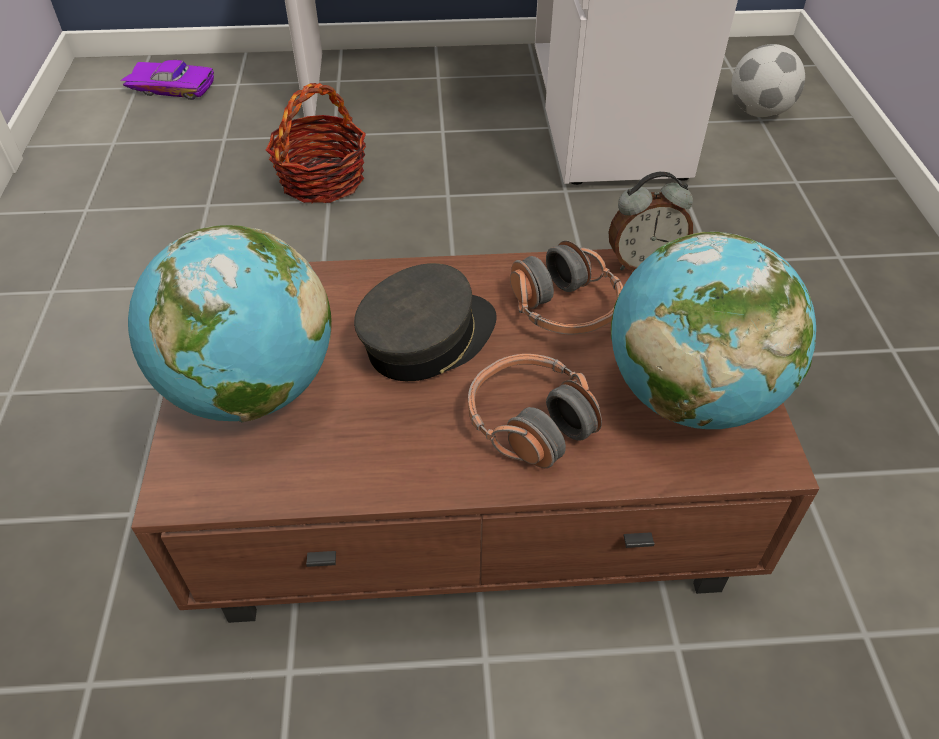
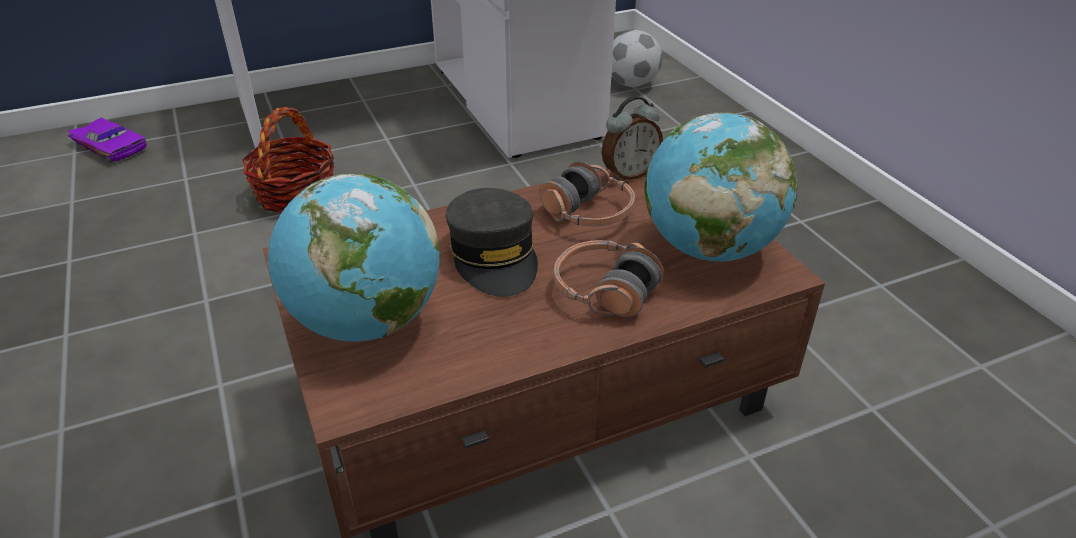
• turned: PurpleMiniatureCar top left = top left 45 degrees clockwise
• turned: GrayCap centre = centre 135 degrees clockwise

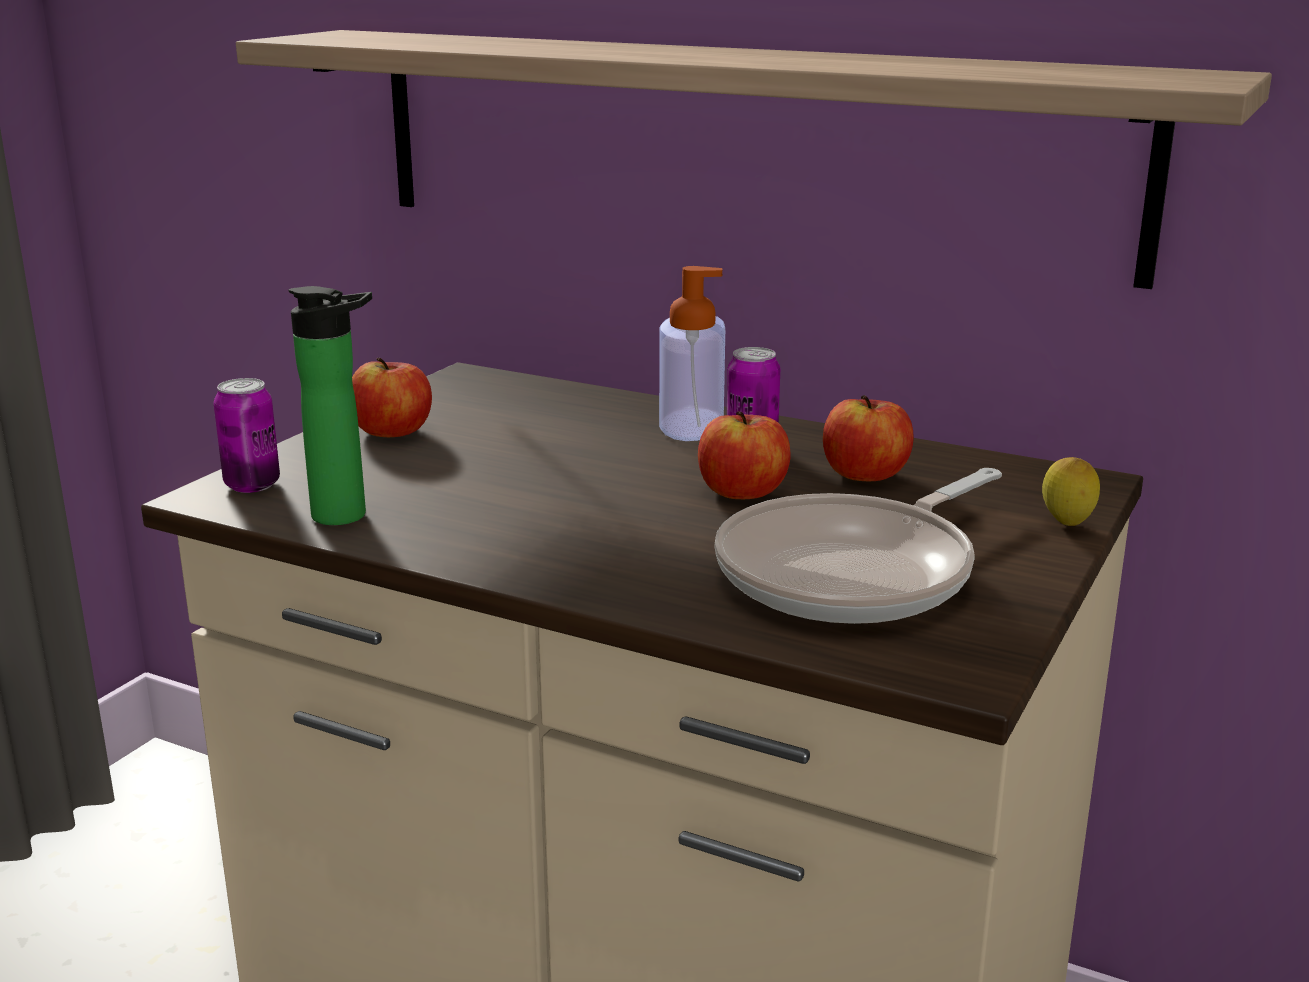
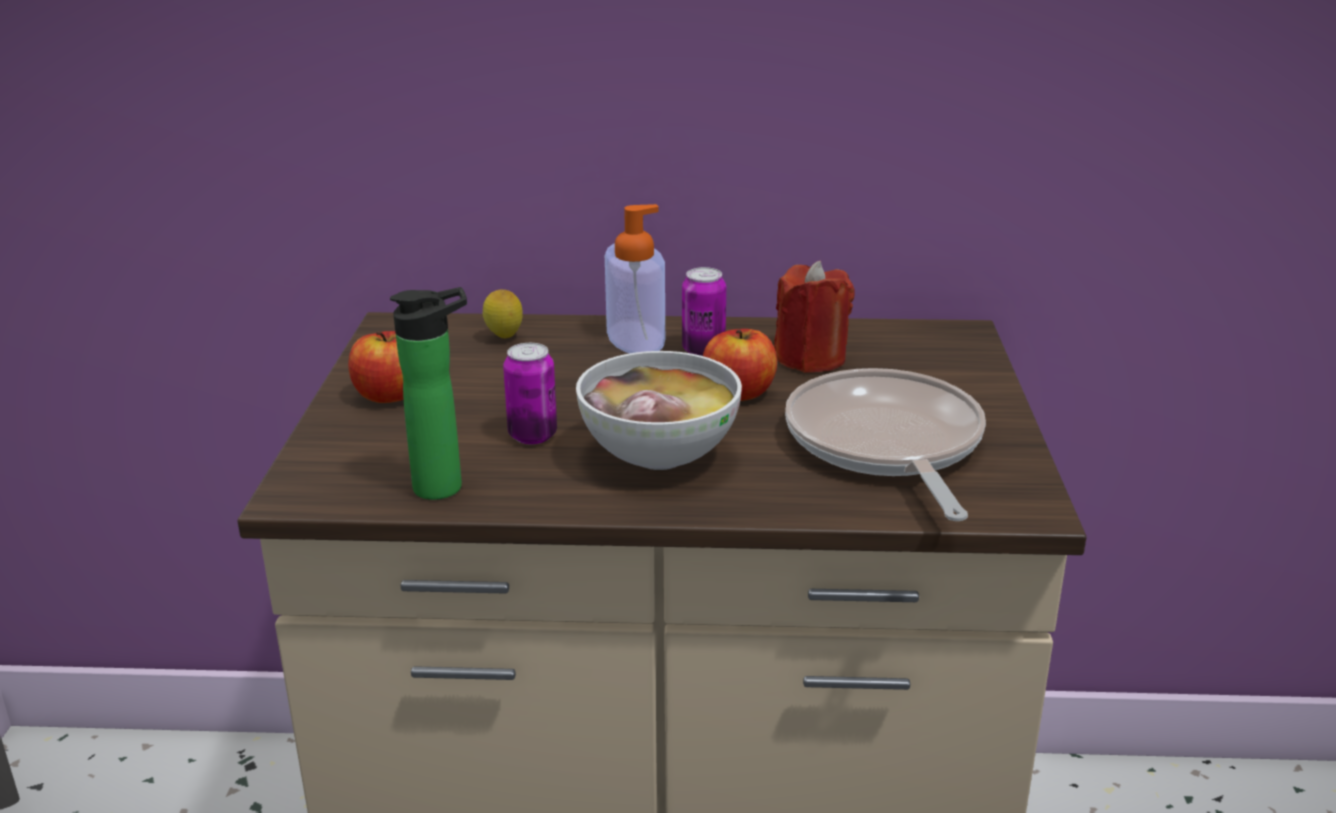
• removed: Shelf top centre
• moved: MetalCan (1st from left) middle left to centre
• replaced: AppleFruit (3rd from left) centre to RedWaxCandle centre
• moved: WholeLemon middle right to centre
• turned: FryingPan centre = centre 150 degrees clockwise
• added: ServingBowl centre

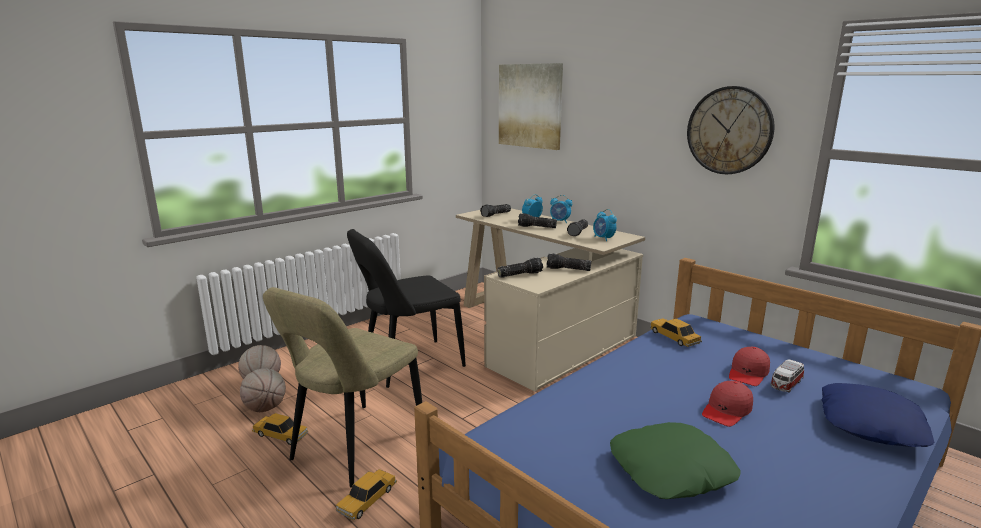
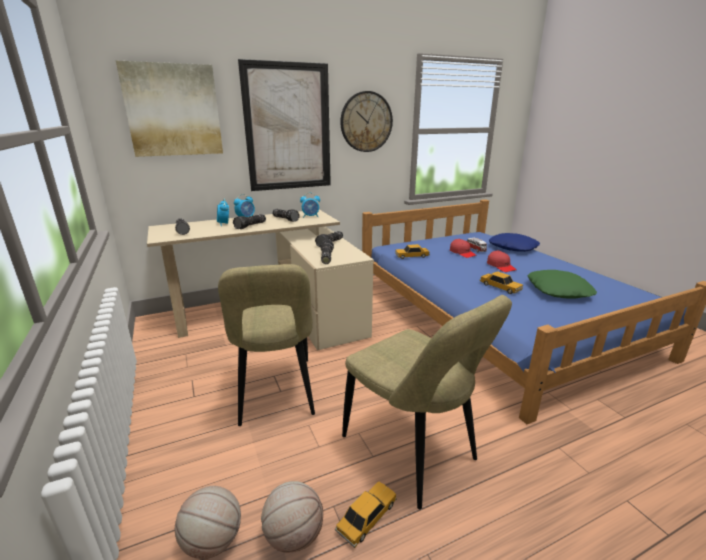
• recoloured: BlackColouredPlainChair centre to BeigeColouredPlainChair (1st from left) centre
• moved: MiniatureCar (2nd from left in the first image) bottom centre to MiniatureCar (4th from left) middle right
• added: WallPicture (2nd from left) top centre

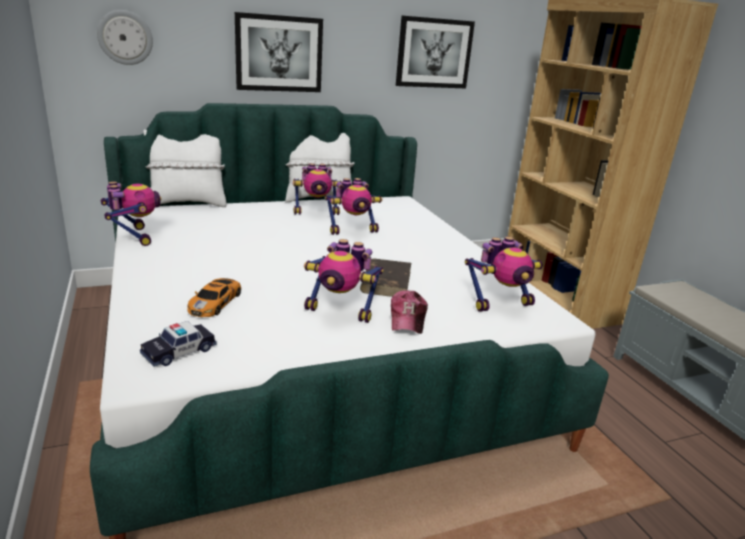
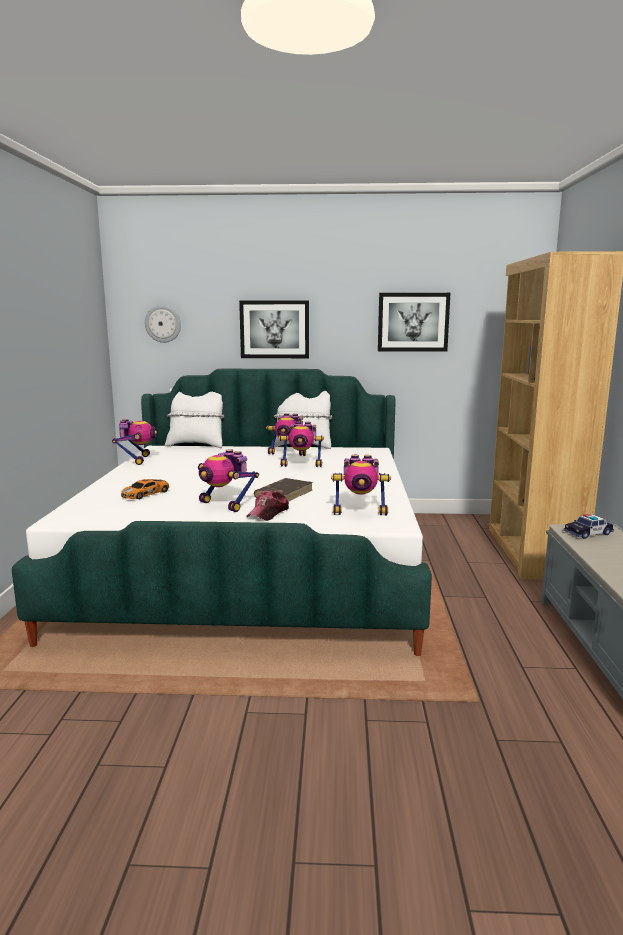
• moved: MiniatureCar (1st from left in the first image) middle left to MiniatureCar (2nd from left) middle right

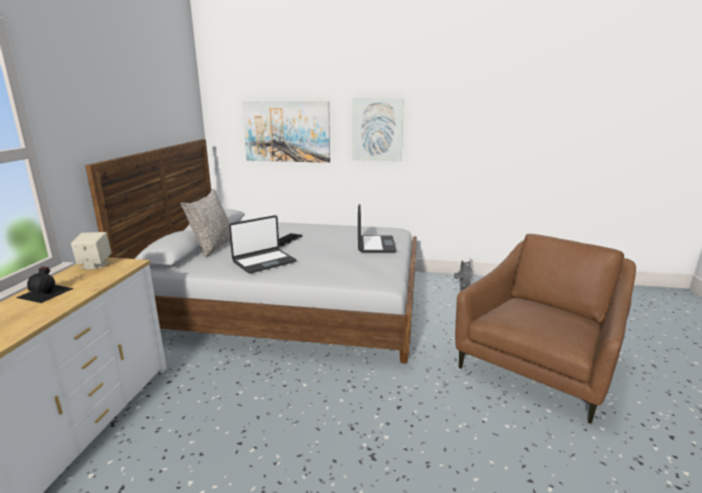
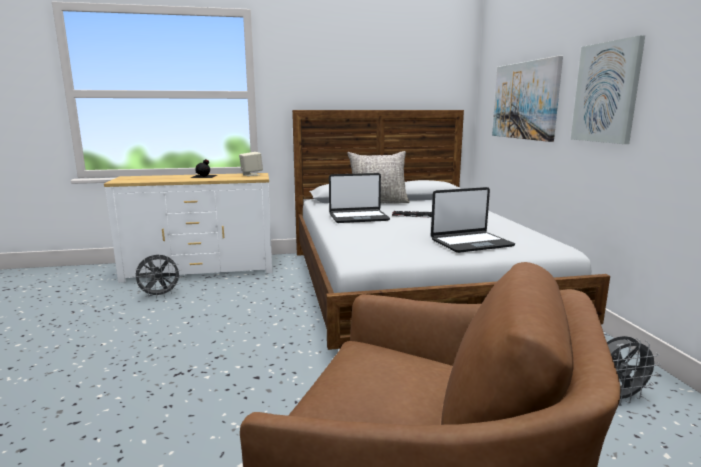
• turned: PortableComputer (1st from left) centre = centre 45 degrees counterclockwise
• added: GrayCoolingFan (1st from left) middle left

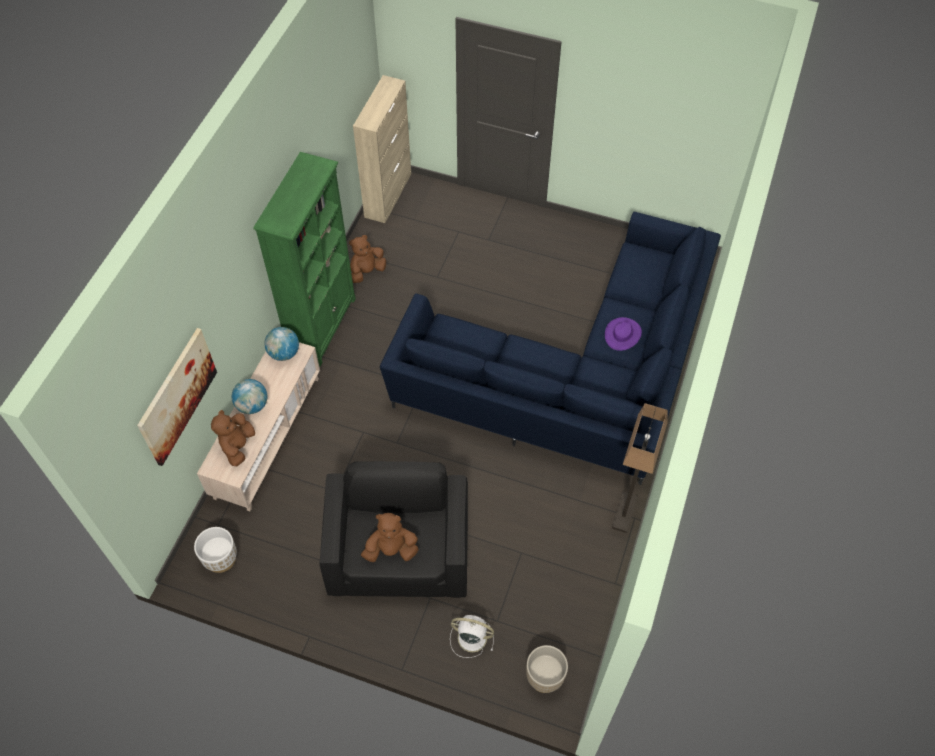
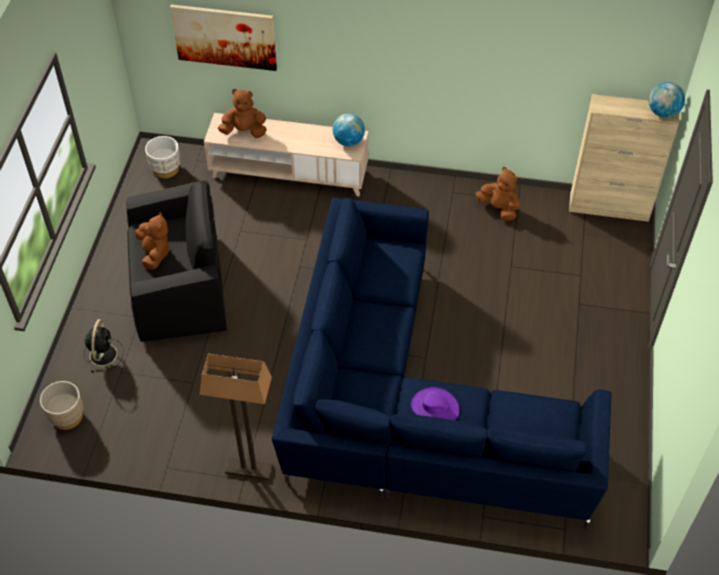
• removed: GreenishShelvingUnit middle left
• moved: WorldGlobe (1st from left in the first image) middle left to WorldGlobe (2nd from left) top right
• recoloured: WhiteColouredCoolingFan bottom centre to BlackColouredCoolingFan middle left

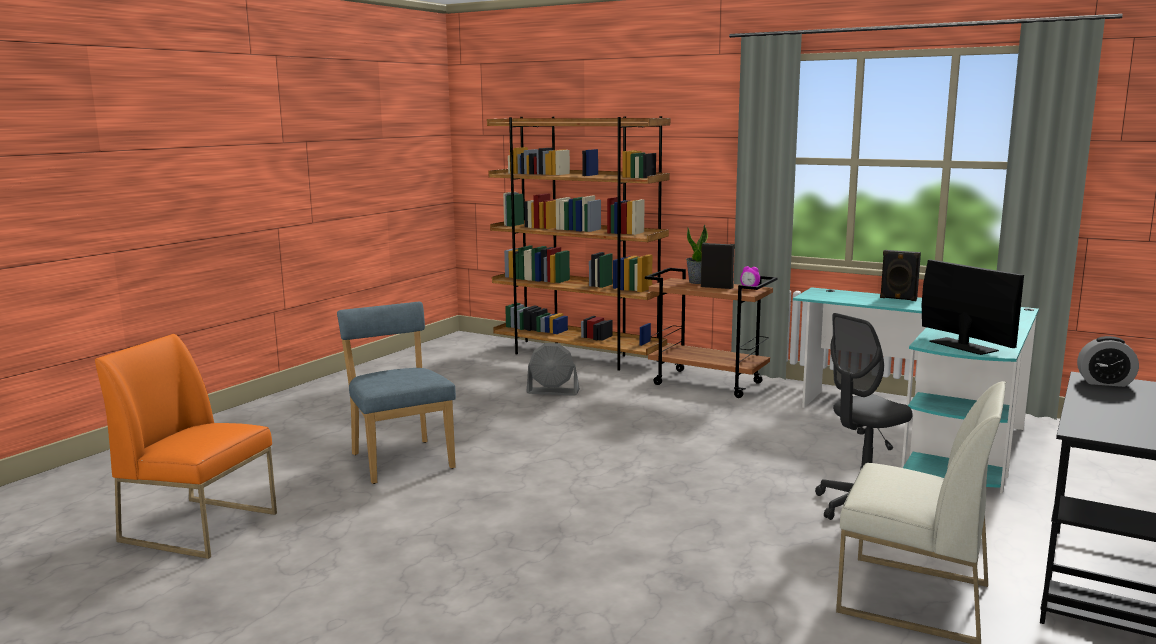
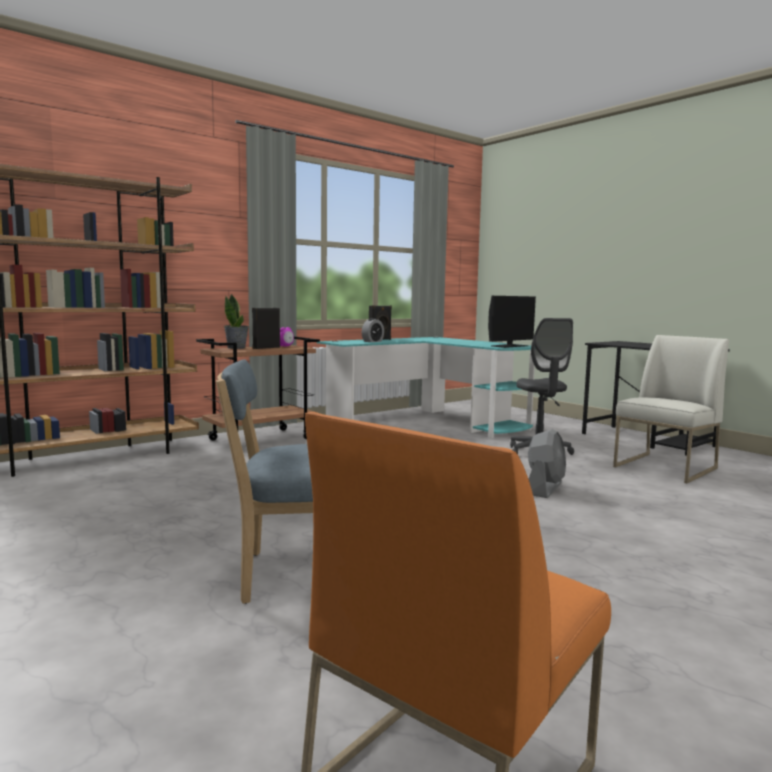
• turned: ComputerDisplay middle right = centre 150 degrees clockwise
• moved: AlarmClock (2nd from left) middle right to centre
• moved: GrayCoolingFan centre to middle right

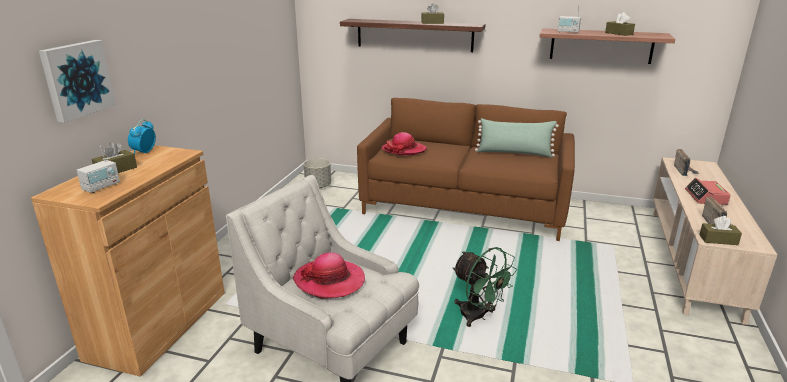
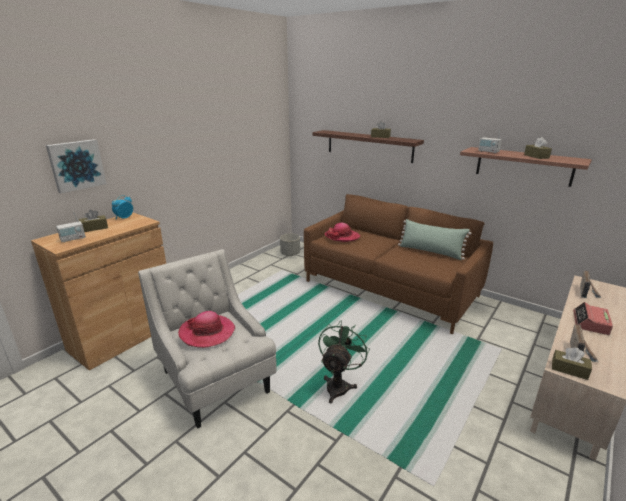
• turned: GreenishCoolingFan bottom centre = bottom centre 135 degrees counterclockwise

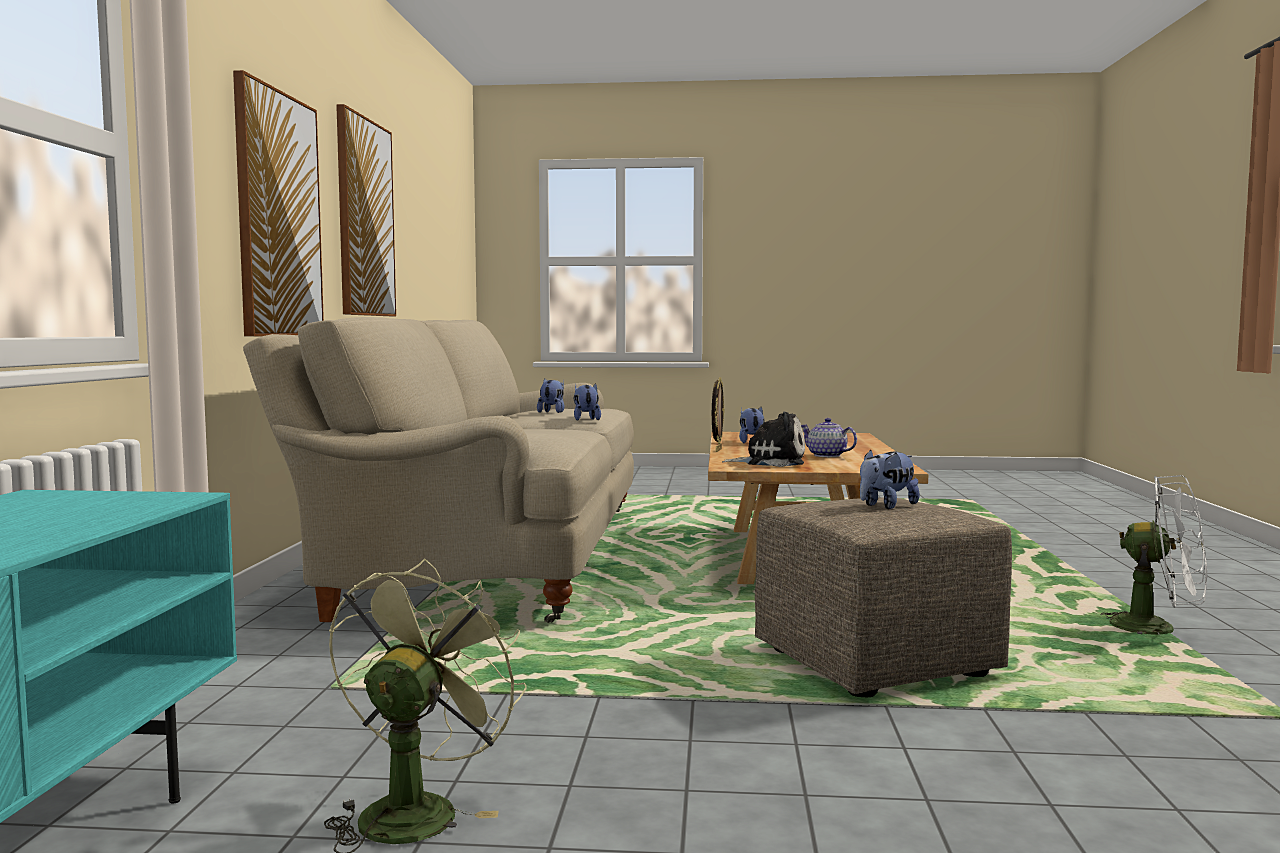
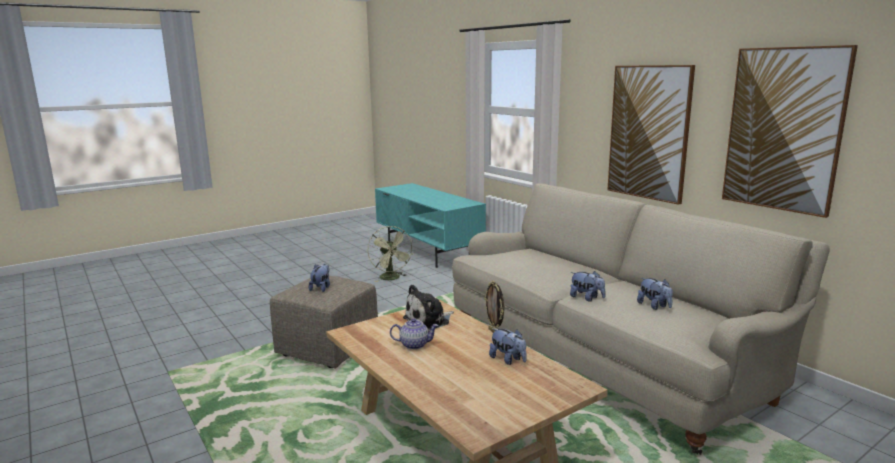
• removed: WhiteColouredCoolingFan middle right

